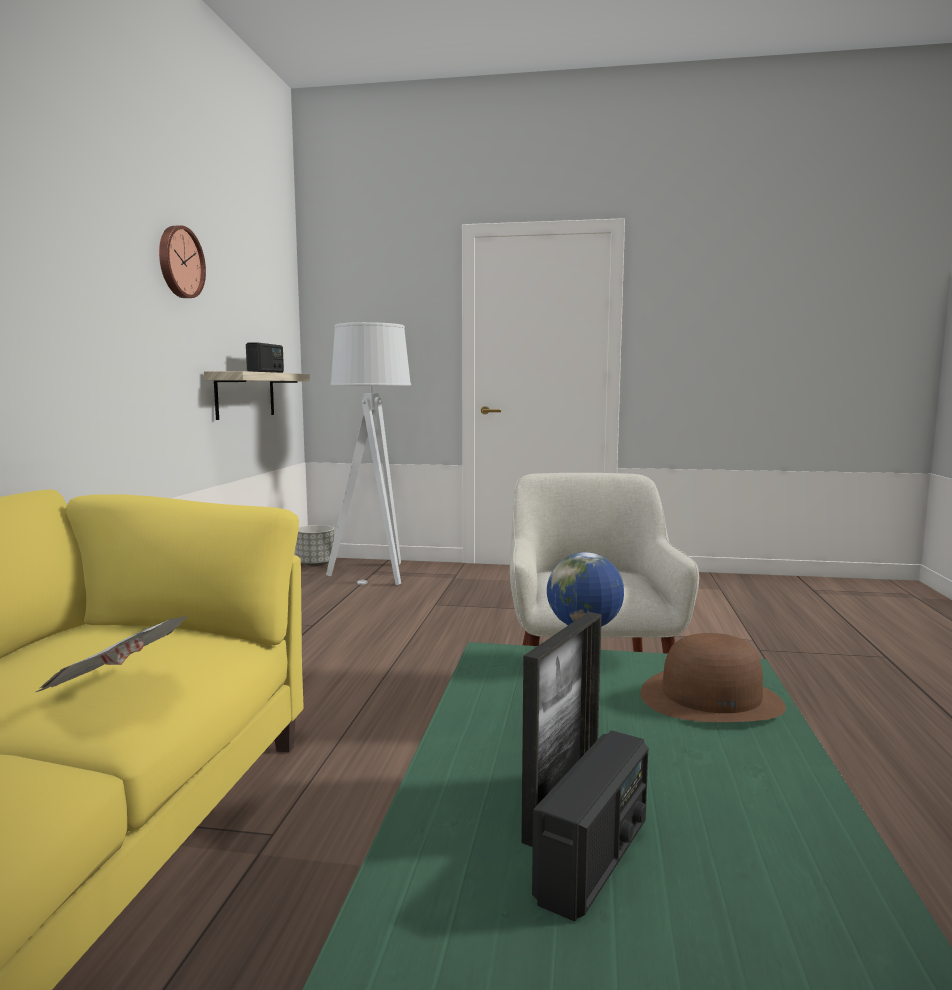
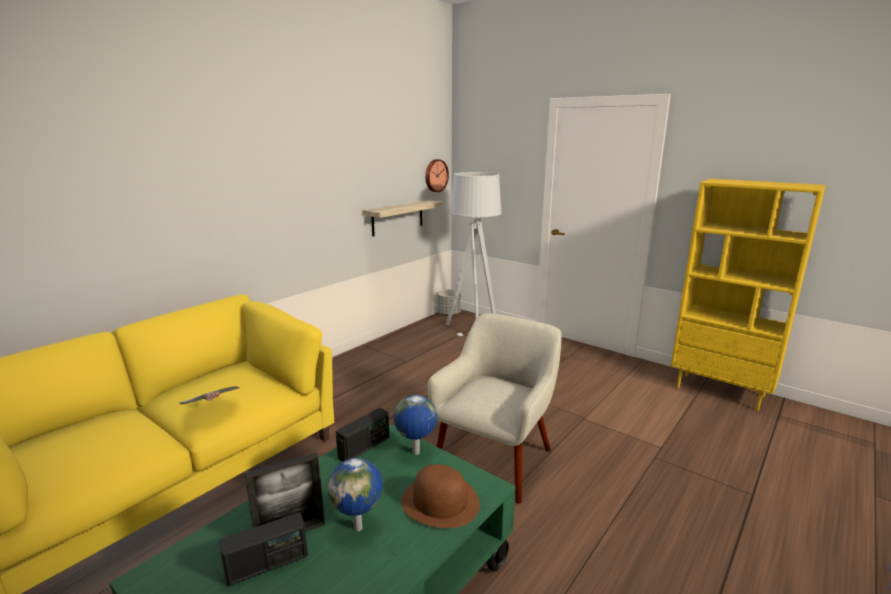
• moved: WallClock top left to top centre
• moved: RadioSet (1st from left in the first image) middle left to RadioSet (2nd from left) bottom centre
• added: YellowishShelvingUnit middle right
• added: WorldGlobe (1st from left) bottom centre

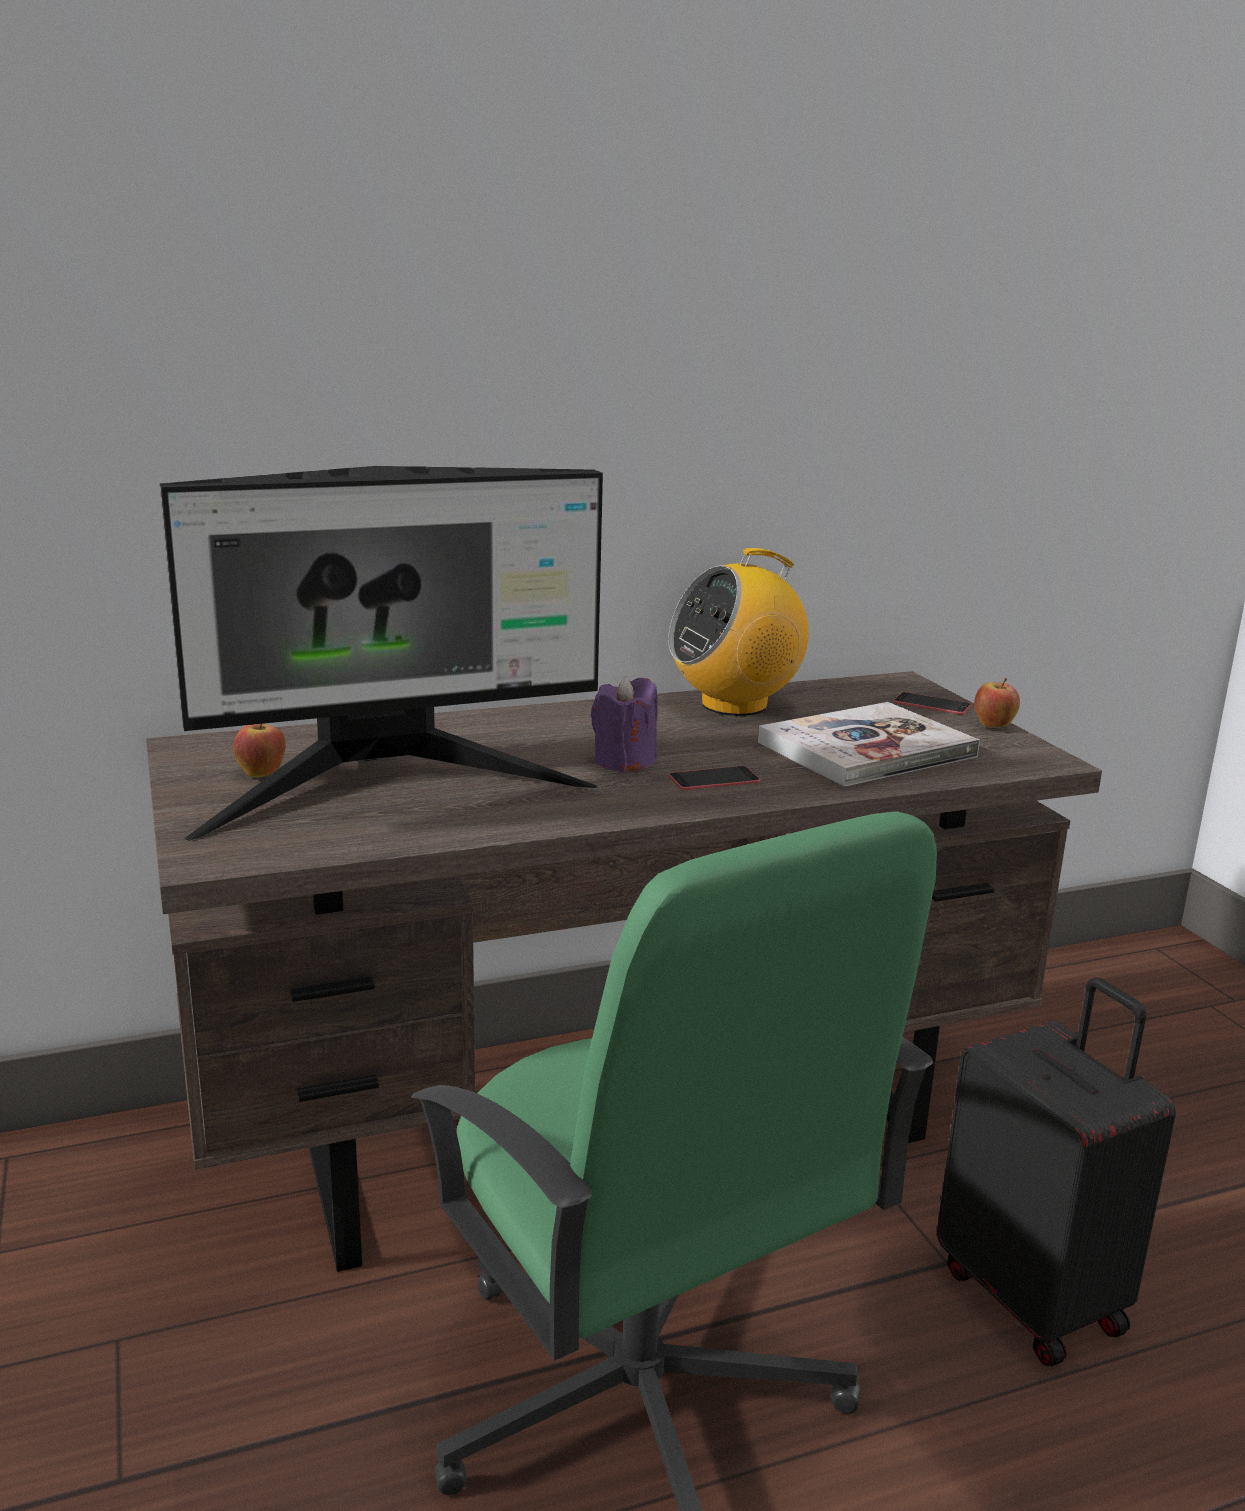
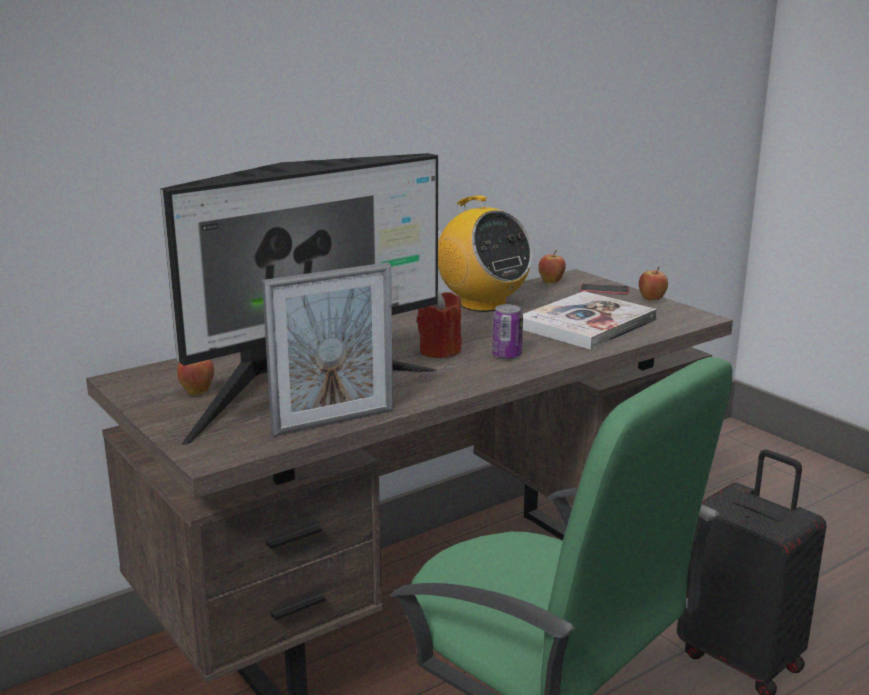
• turned: RadioSet centre = centre 90 degrees counterclockwise
• recoloured: PurpleWaxCandle centre to RedWaxCandle centre
• replaced: Handset (1st from left) centre to MetalCan centre
• added: AppleFruit (2nd from left) centre
• added: StandingFrame centre

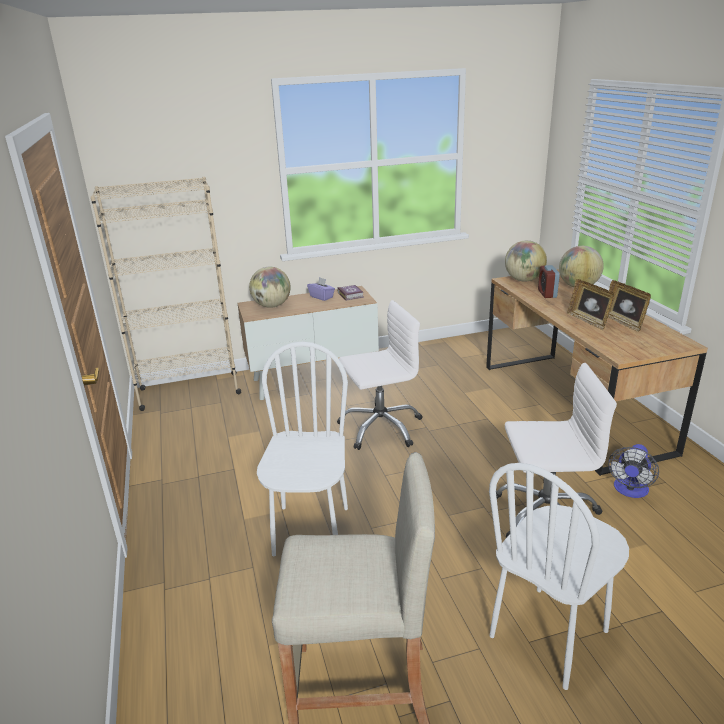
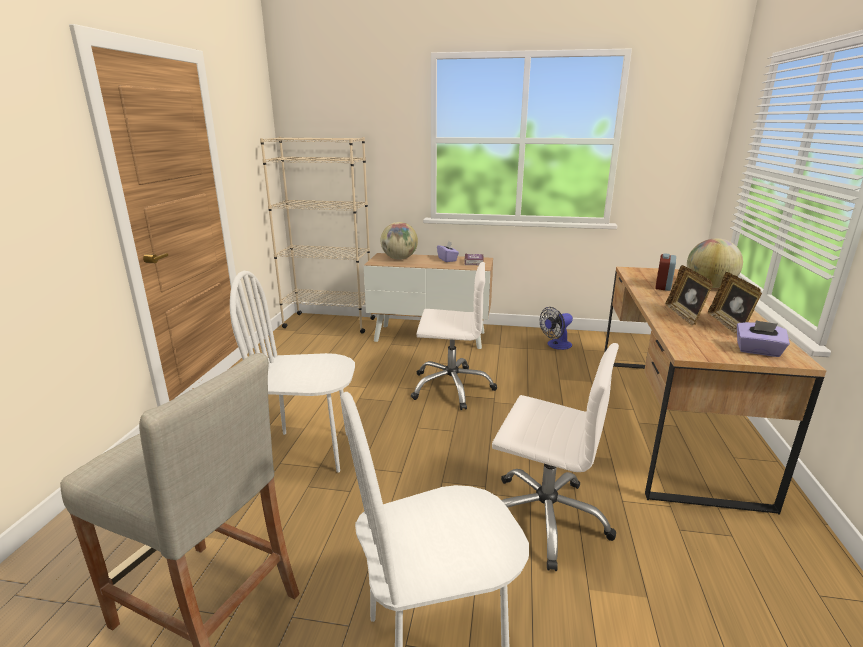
• removed: WorldGlobe (2nd from left) middle right
• turned: WhiteColouredPlainChair (1st from left) centre = centre 120 degrees counterclockwise
• moved: CoolingFan middle right to centre
• added: PurpleTissueBox (2nd from left) middle right

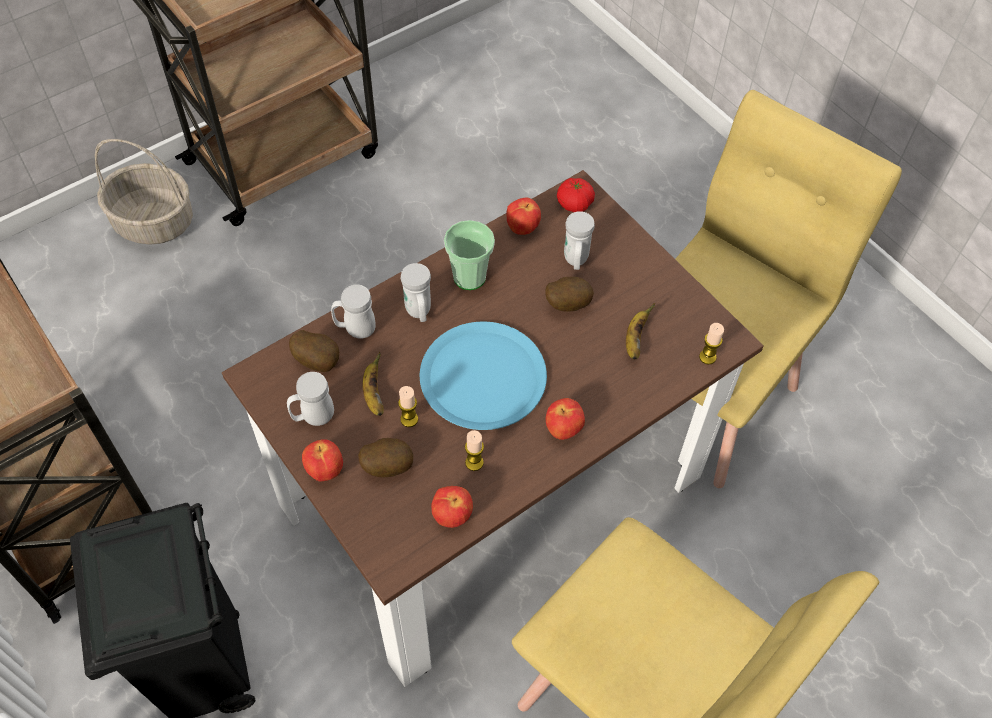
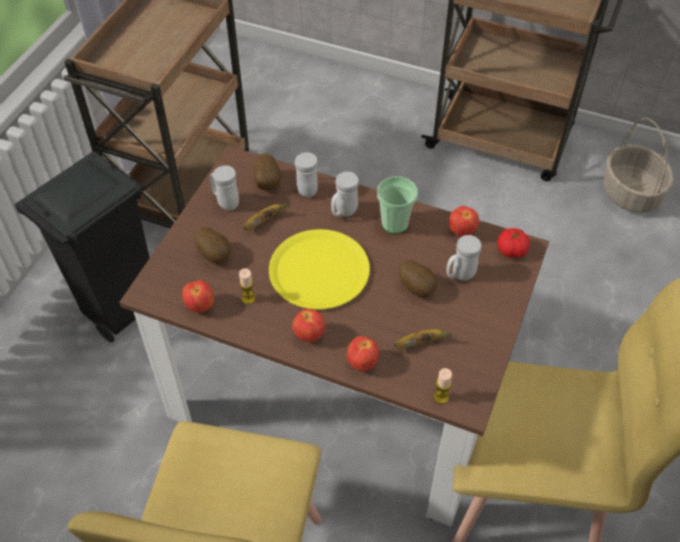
• moved: StorageBasket top left to top right
• recoloured: BluishPlate centre to YellowishPlate centre
• removed: WaxCandle (1st from left) centre
• moved: AppleFruit (1st from left in the first image) middle left to AppleFruit (3rd from left) centre

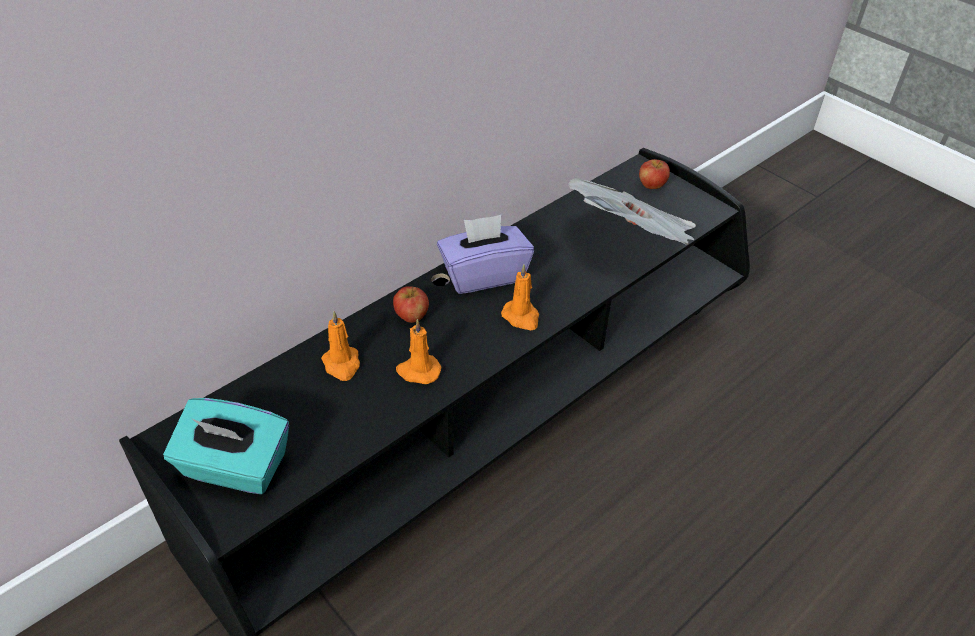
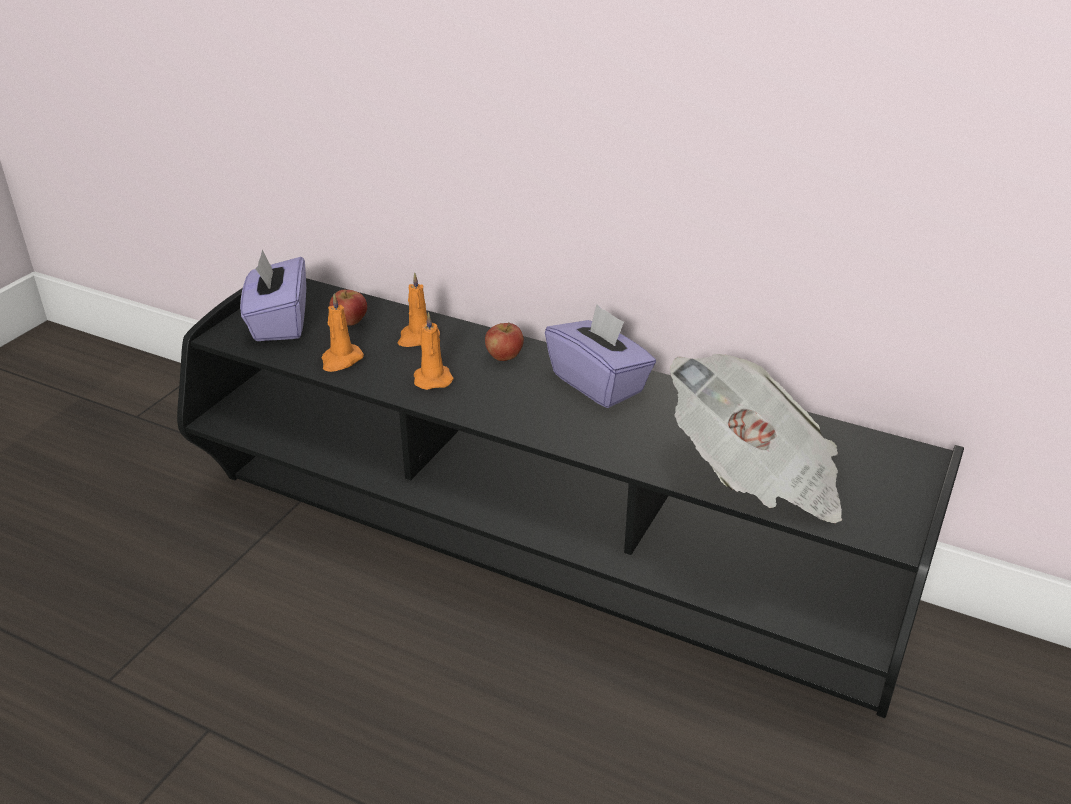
• moved: AppleFruit (2nd from left in the first image) top right to AppleFruit (1st from left) middle left
• moved: OrangeWaxCandle (3rd from left in the first image) centre to OrangeWaxCandle (1st from left) middle left
• recoloured: TurquoiseColouredTissueBox bottom left to PurpleTissueBox (1st from left) middle left

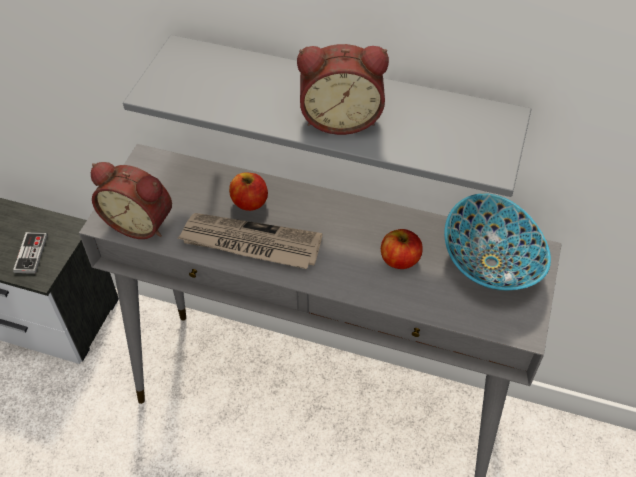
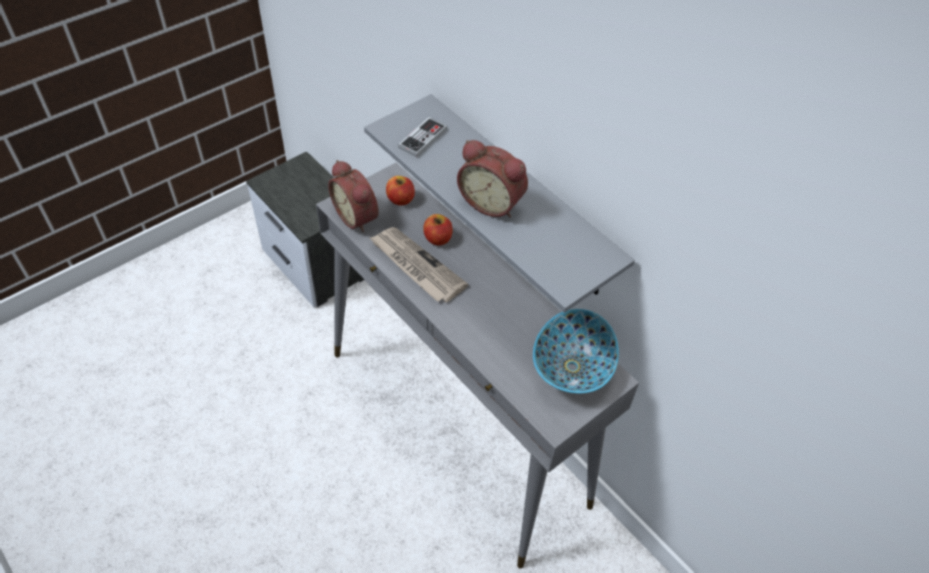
• moved: AppleFruit (2nd from left in the first image) centre to AppleFruit (1st from left) top centre
• moved: Joypad middle left to top centre

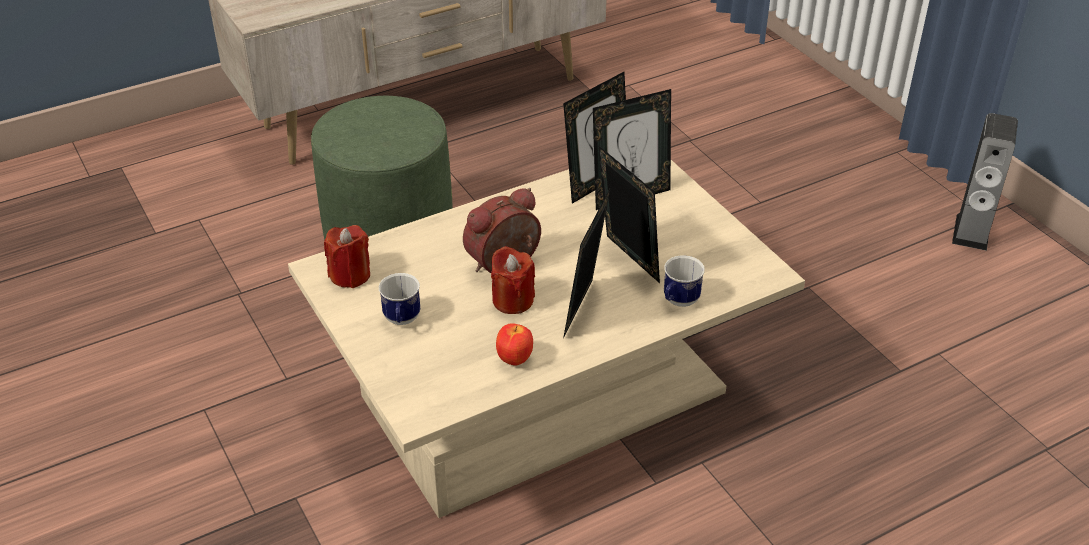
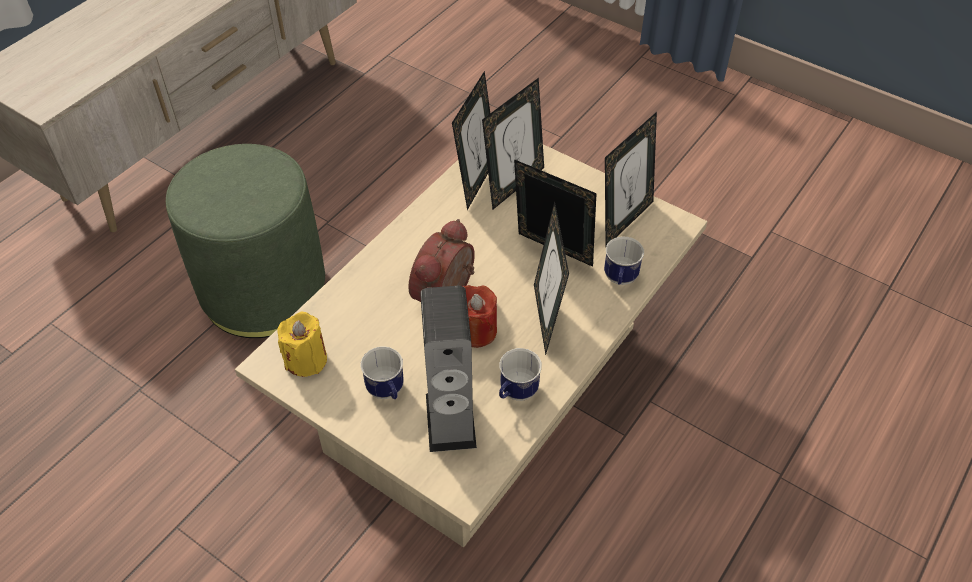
• moved: AudioSpeaker middle right to centre
• recoloured: RedWaxCandle (1st from left) middle left to YellowishWaxCandle middle left
• replaced: AppleFruit centre to Mug (2nd from left) centre
• added: StandingFrame (5th from left) top centre

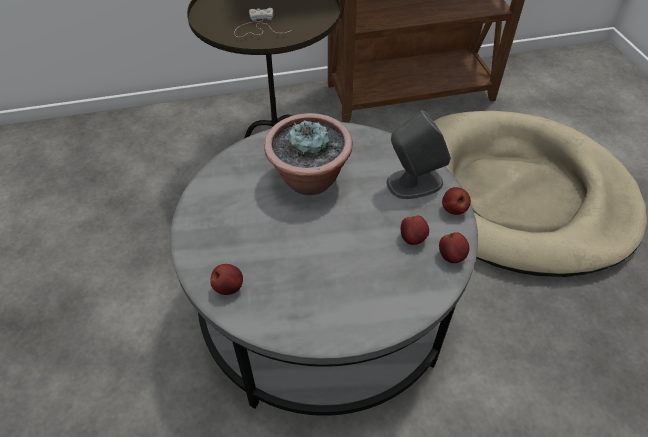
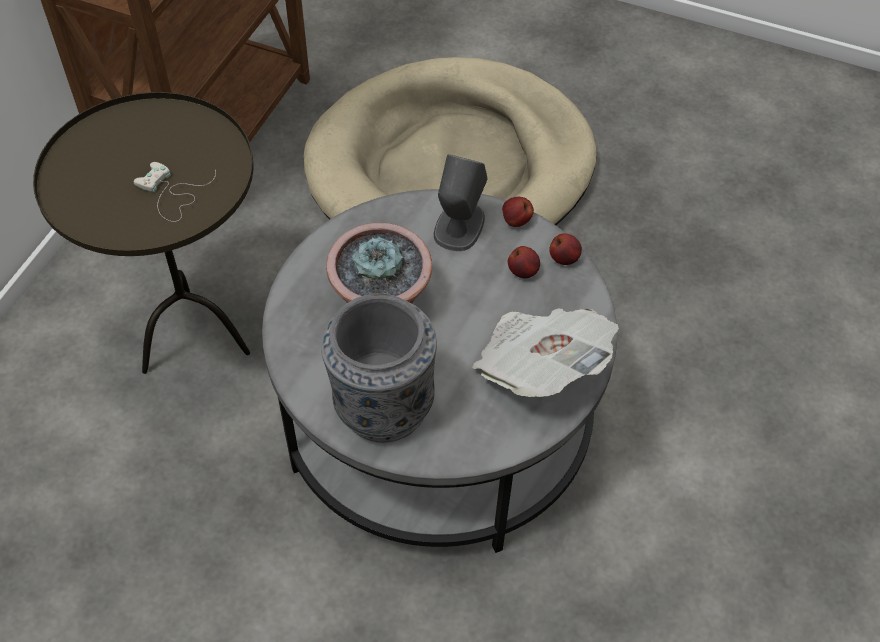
• removed: AppleFruit (1st from left) centre
• added: GrayVase centre
• added: PrintedPaper centre

